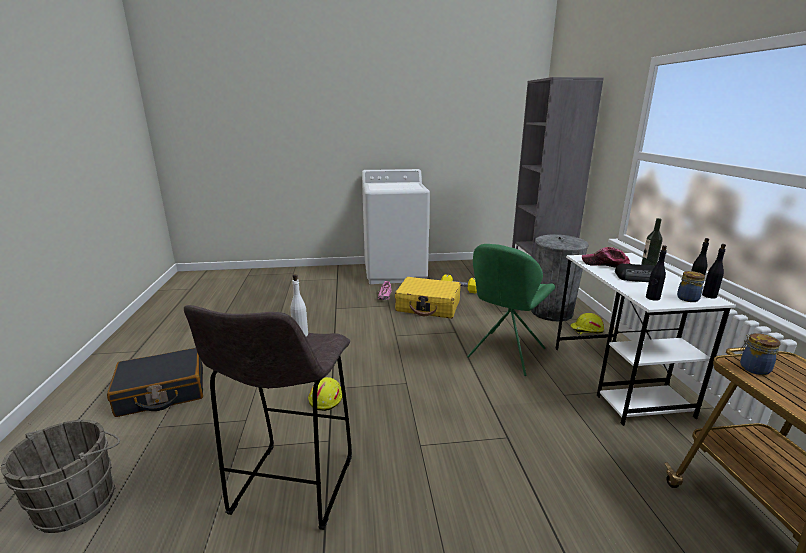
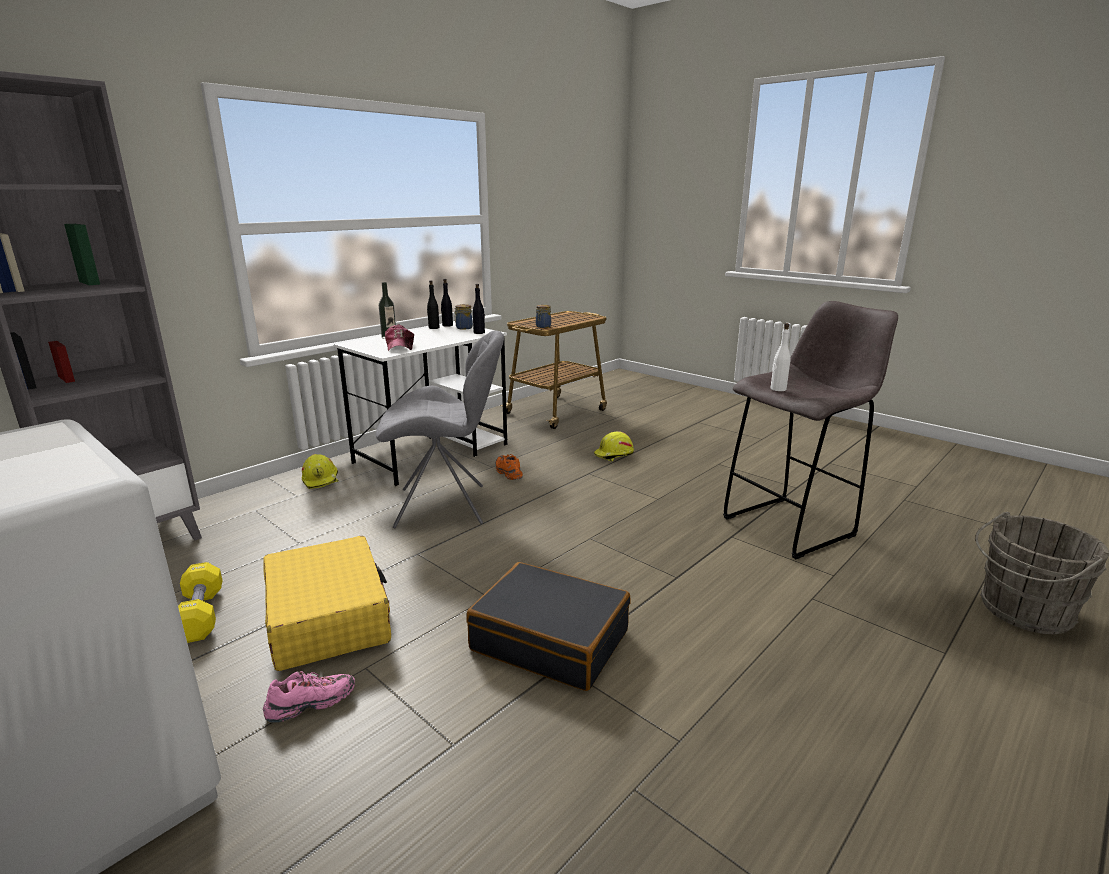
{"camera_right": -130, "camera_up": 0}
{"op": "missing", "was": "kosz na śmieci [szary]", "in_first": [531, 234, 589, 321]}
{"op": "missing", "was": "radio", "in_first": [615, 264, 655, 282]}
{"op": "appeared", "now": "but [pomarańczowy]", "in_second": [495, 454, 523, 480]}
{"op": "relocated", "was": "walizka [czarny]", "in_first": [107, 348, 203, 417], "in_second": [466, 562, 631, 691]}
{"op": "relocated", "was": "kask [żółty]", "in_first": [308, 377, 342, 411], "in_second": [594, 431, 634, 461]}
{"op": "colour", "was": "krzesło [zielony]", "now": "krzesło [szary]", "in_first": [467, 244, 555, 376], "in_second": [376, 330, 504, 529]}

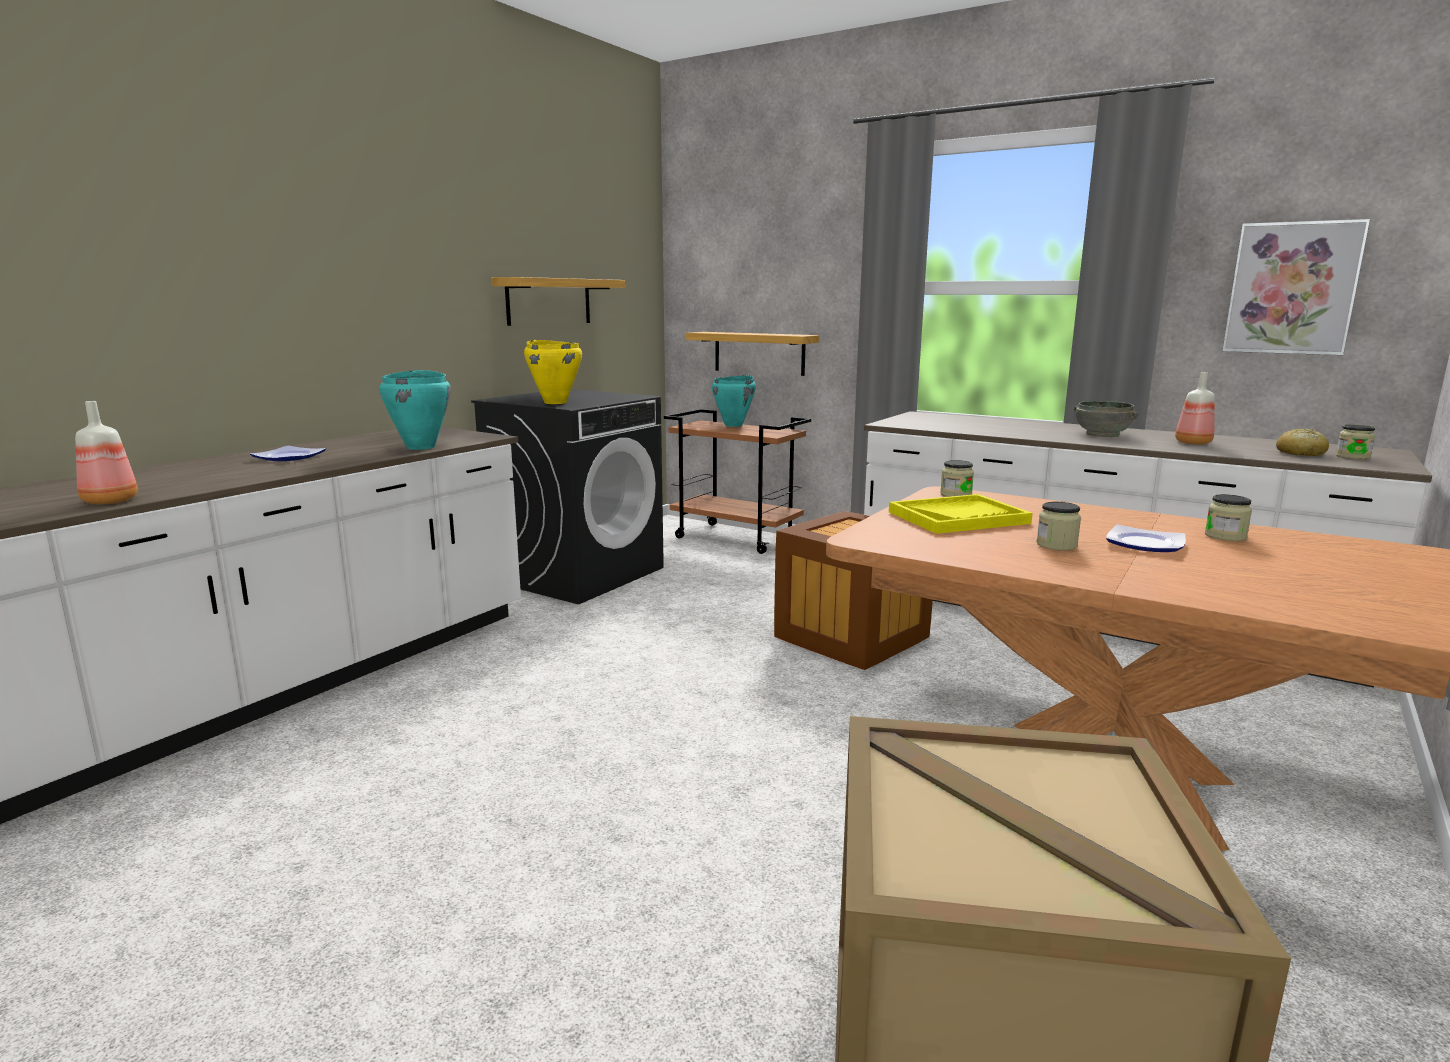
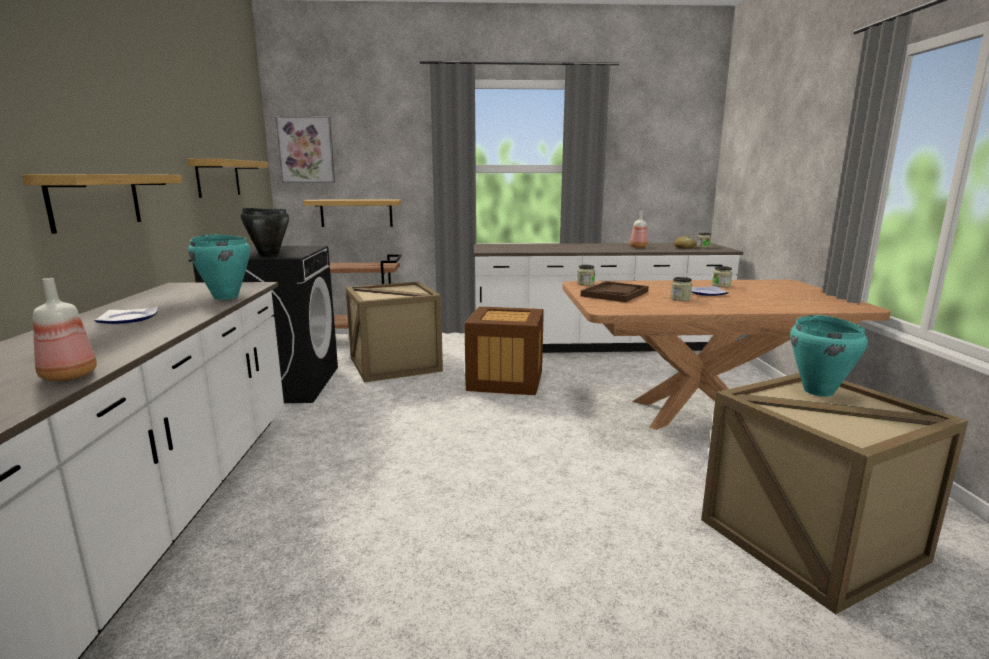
{"camera_right": -35, "camera_up": 0}
{"op": "missing", "was": "miska [szary]", "in_first": [1074, 401, 1138, 437]}
{"op": "appeared", "now": "półka", "in_second": [22, 174, 182, 234]}
{"op": "appeared", "now": "skrzynka", "in_second": [346, 281, 443, 383]}
{"op": "relocated", "was": "garnek [turkusowy]", "in_first": [712, 375, 756, 427], "in_second": [790, 315, 868, 397]}
{"op": "relocated", "was": "obraz", "in_first": [1222, 219, 1370, 355], "in_second": [275, 116, 335, 183]}
{"op": "colour", "was": "garnek [żółty]", "now": "garnek [czarny]", "in_first": [524, 340, 582, 404], "in_second": [241, 208, 289, 257]}
{"op": "colour", "was": "taca [żółty]", "now": "taca [brązowy]", "in_first": [889, 494, 1033, 534], "in_second": [581, 281, 649, 302]}

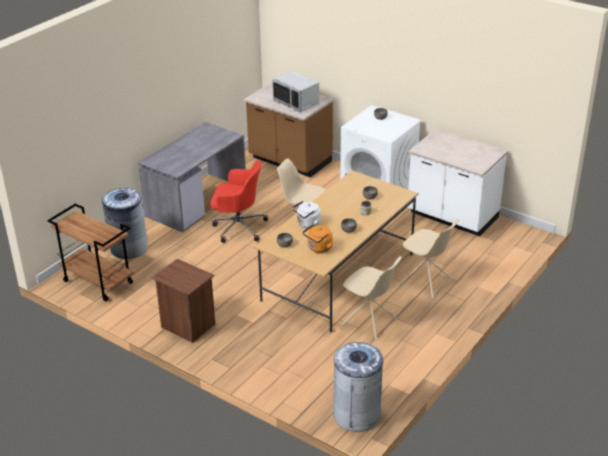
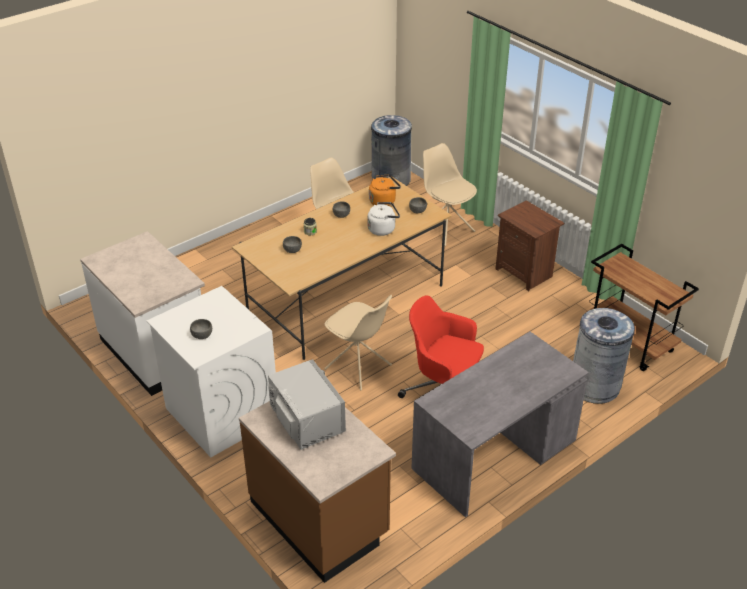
{"camera_right": -165, "camera_up": 5}
{"op": "relocated", "was": "krzesło [beżowy]", "in_first": [400, 218, 459, 298], "in_second": [423, 143, 477, 246]}

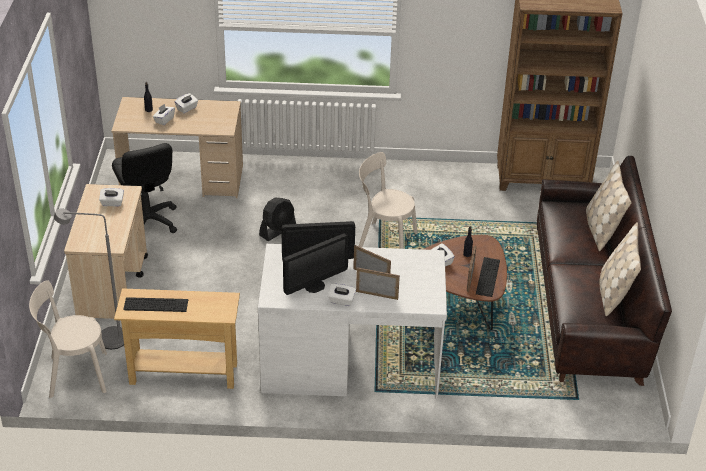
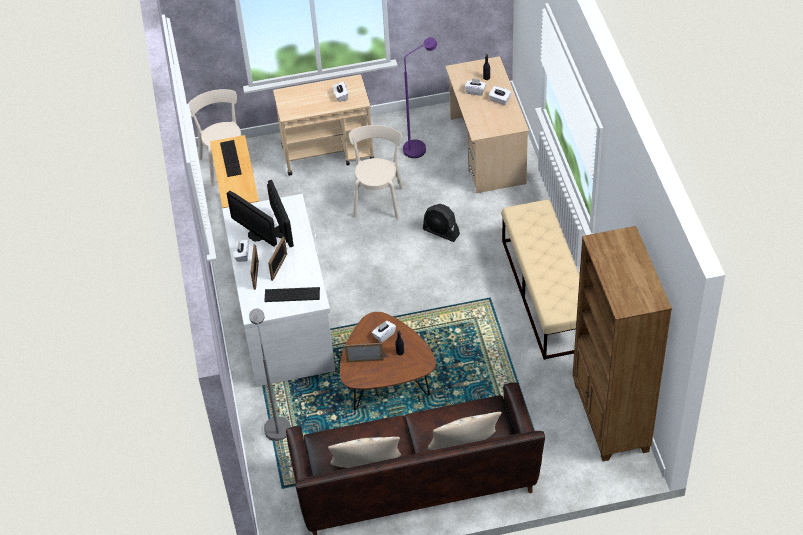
{"camera_right": 80, "camera_up": 10}
{"op": "appeared", "now": "ławka [beżowy]", "in_second": [501, 199, 580, 360]}
{"op": "relocated", "was": "lampa stojąca [szary]", "in_first": [54, 208, 124, 349], "in_second": [249, 309, 291, 441]}
{"op": "relocated", "was": "krzesło [beżowy]", "in_first": [359, 152, 418, 249], "in_second": [349, 125, 403, 219]}
{"op": "relocated", "was": "klawiatura", "in_first": [476, 257, 500, 297], "in_second": [264, 287, 320, 302]}
{"op": "exchanged", "was": "krzesło biurowe [czarny]", "now": "lampa stojąca [fioletowy]", "in_first": [112, 143, 177, 233], "in_second": [403, 37, 437, 158]}

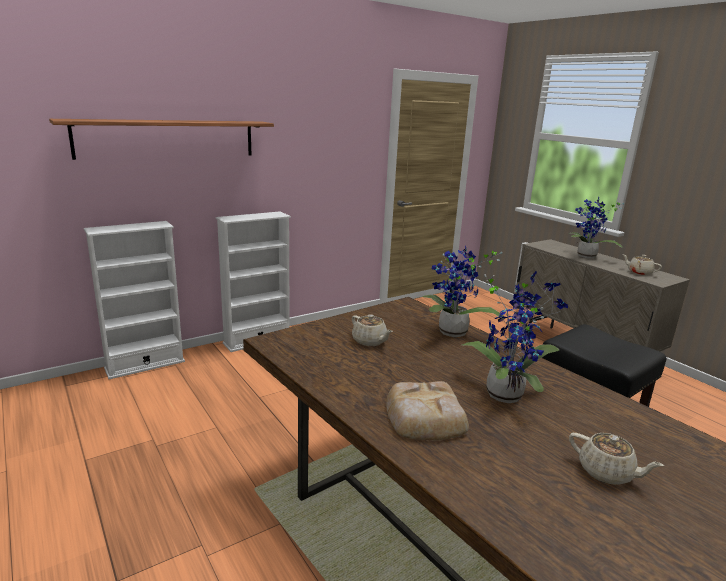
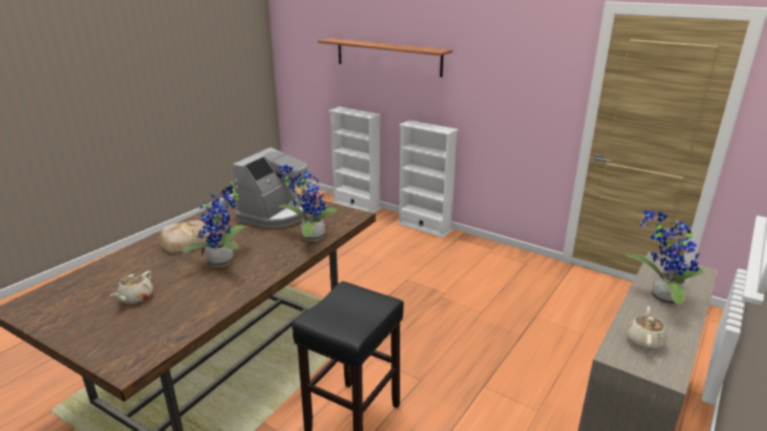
{"camera_right": 70, "camera_up": 5}
{"op": "exchanged", "was": "imbryk [beżowy]", "now": "ekspres do kawy", "in_first": [352, 314, 393, 346], "in_second": [232, 147, 310, 228]}

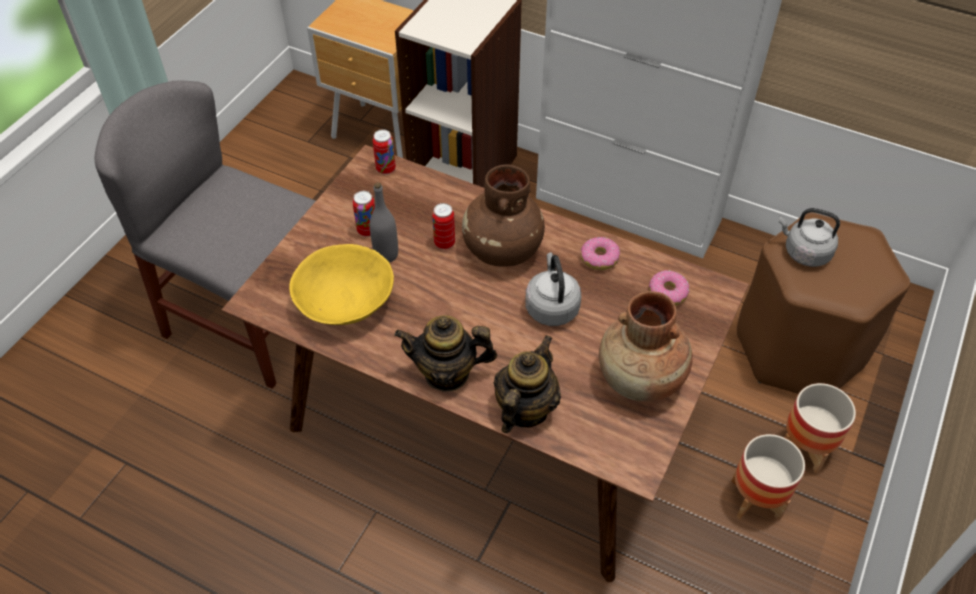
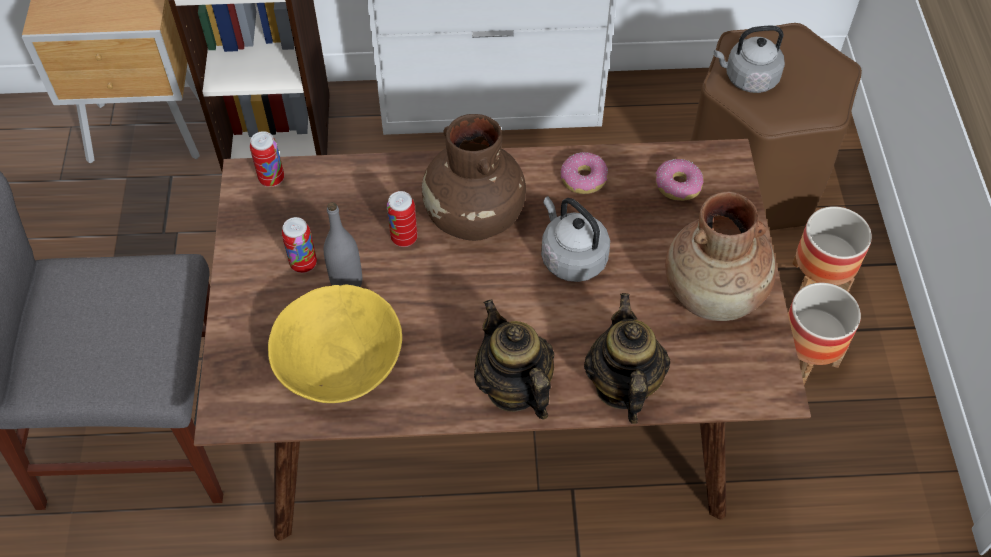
{"camera_right": -30, "camera_up": 5}
{"op": "spun", "was": "imbryk", "in_first": [394, 316, 497, 391], "in_second": [474, 300, 554, 420], "clockwise": 90}

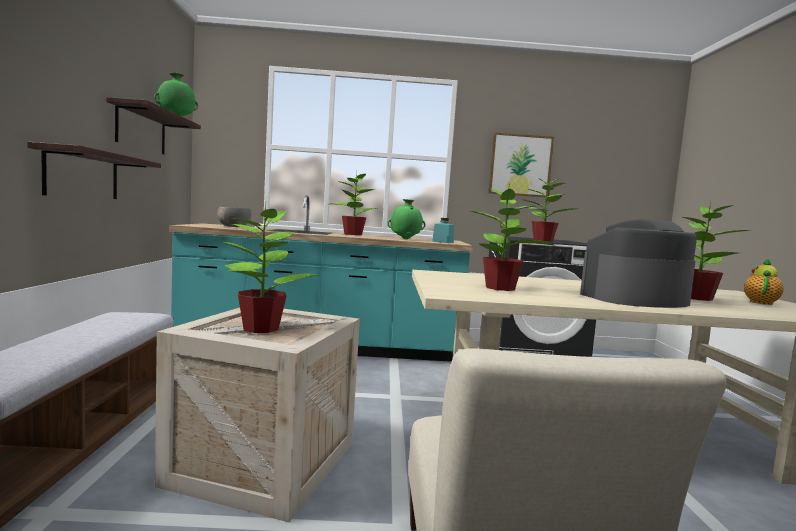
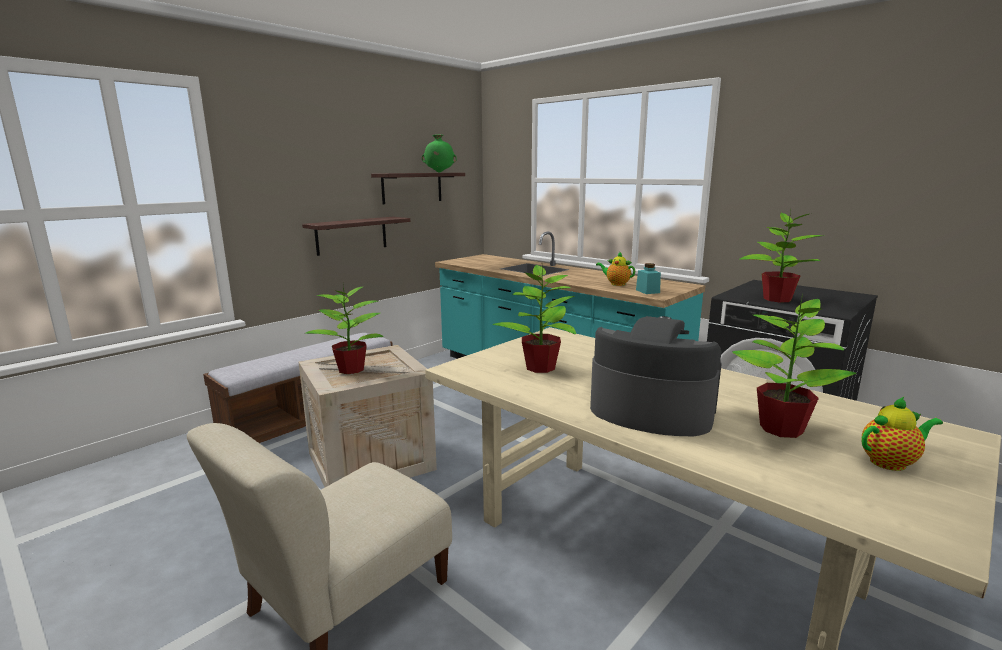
{"camera_right": 45, "camera_up": 10}
{"op": "missing", "was": "miska [szary]", "in_first": [217, 206, 251, 227]}
{"op": "missing", "was": "roślina doniczkowa", "in_first": [330, 174, 377, 235]}
{"op": "missing", "was": "obraz", "in_first": [488, 132, 554, 198]}
{"op": "exchanged", "was": "wazon [zielony]", "now": "imbryk", "in_first": [387, 199, 426, 239], "in_second": [596, 251, 635, 286]}

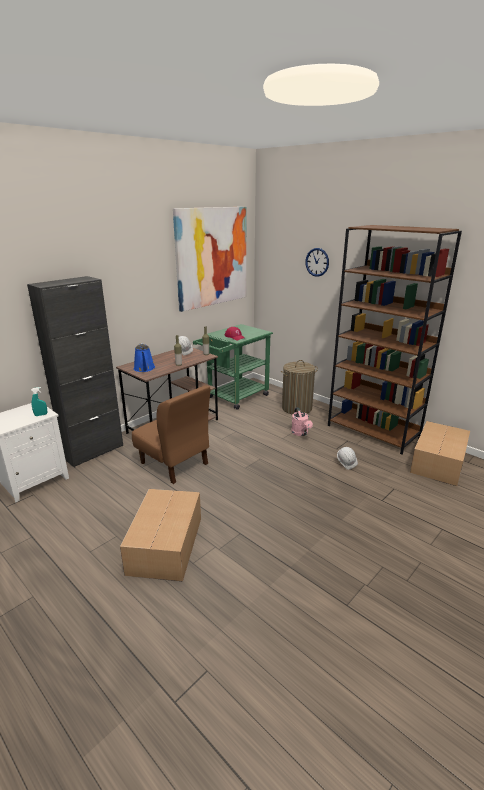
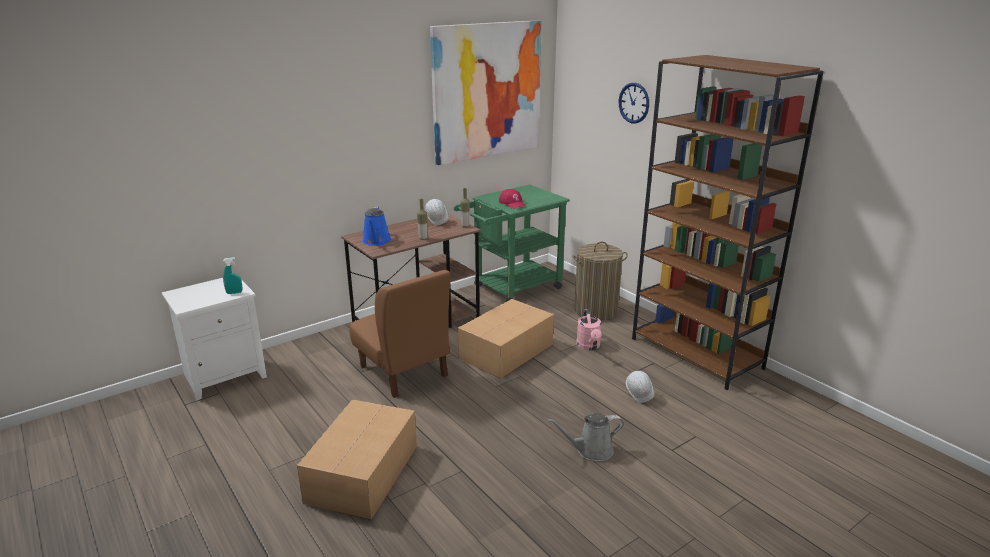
{"camera_right": 10, "camera_up": 0}
{"op": "missing", "was": "szafka [czarny]", "in_first": [27, 276, 123, 468]}
{"op": "appeared", "now": "konewka [szary]", "in_second": [548, 413, 623, 461]}
{"op": "relocated", "was": "karton", "in_first": [410, 421, 470, 486], "in_second": [458, 299, 554, 379]}

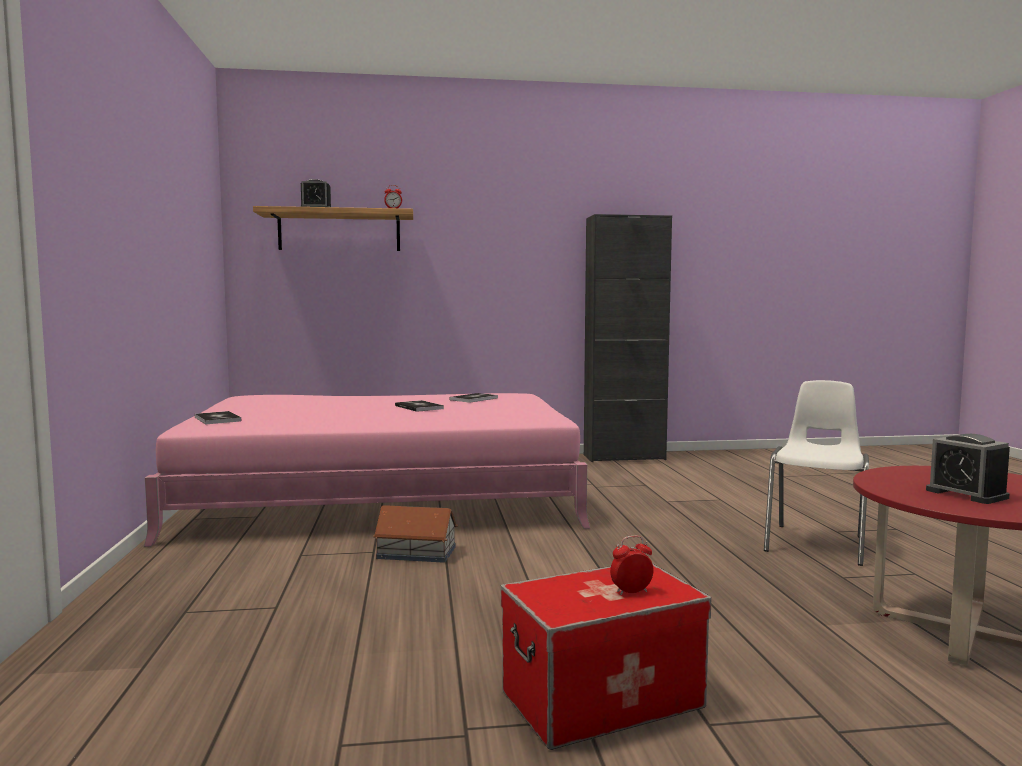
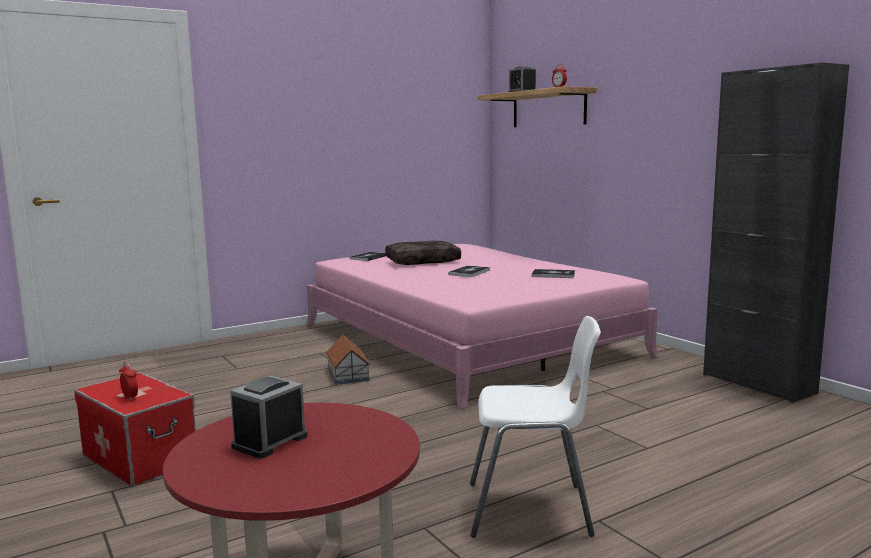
{"camera_right": 65, "camera_up": 5}
{"op": "appeared", "now": "poduszka [brązowy]", "in_second": [385, 241, 461, 265]}

